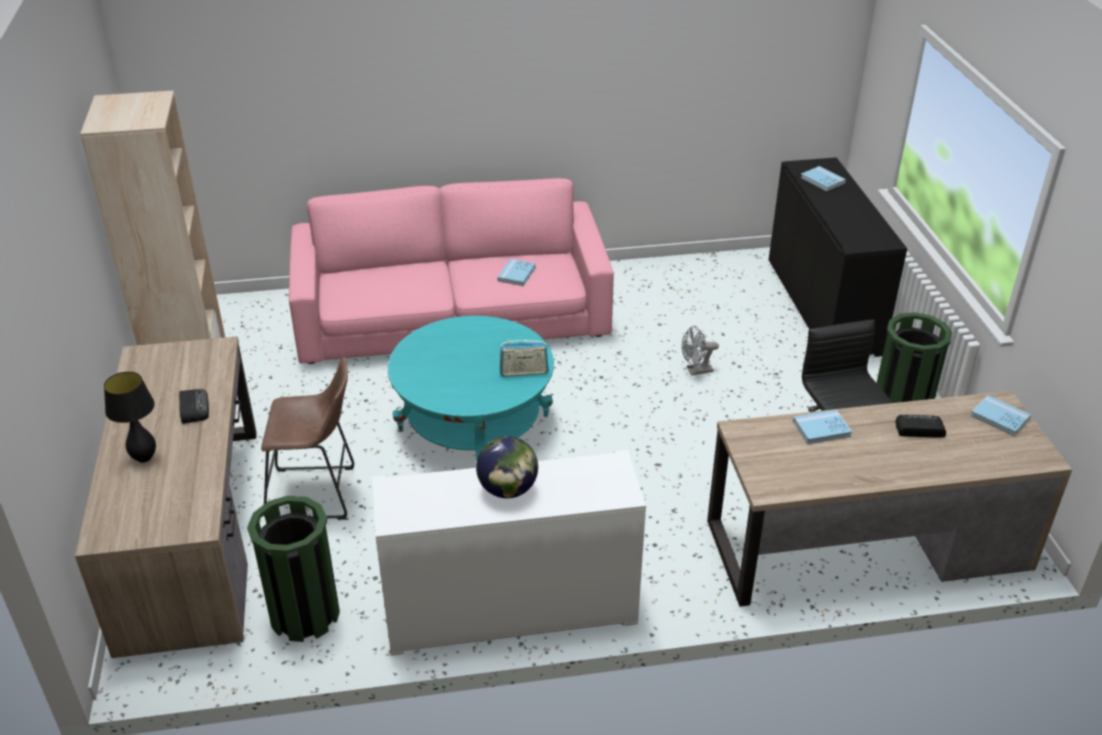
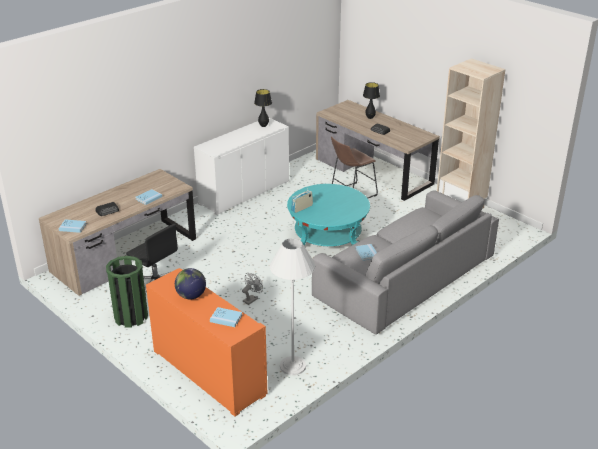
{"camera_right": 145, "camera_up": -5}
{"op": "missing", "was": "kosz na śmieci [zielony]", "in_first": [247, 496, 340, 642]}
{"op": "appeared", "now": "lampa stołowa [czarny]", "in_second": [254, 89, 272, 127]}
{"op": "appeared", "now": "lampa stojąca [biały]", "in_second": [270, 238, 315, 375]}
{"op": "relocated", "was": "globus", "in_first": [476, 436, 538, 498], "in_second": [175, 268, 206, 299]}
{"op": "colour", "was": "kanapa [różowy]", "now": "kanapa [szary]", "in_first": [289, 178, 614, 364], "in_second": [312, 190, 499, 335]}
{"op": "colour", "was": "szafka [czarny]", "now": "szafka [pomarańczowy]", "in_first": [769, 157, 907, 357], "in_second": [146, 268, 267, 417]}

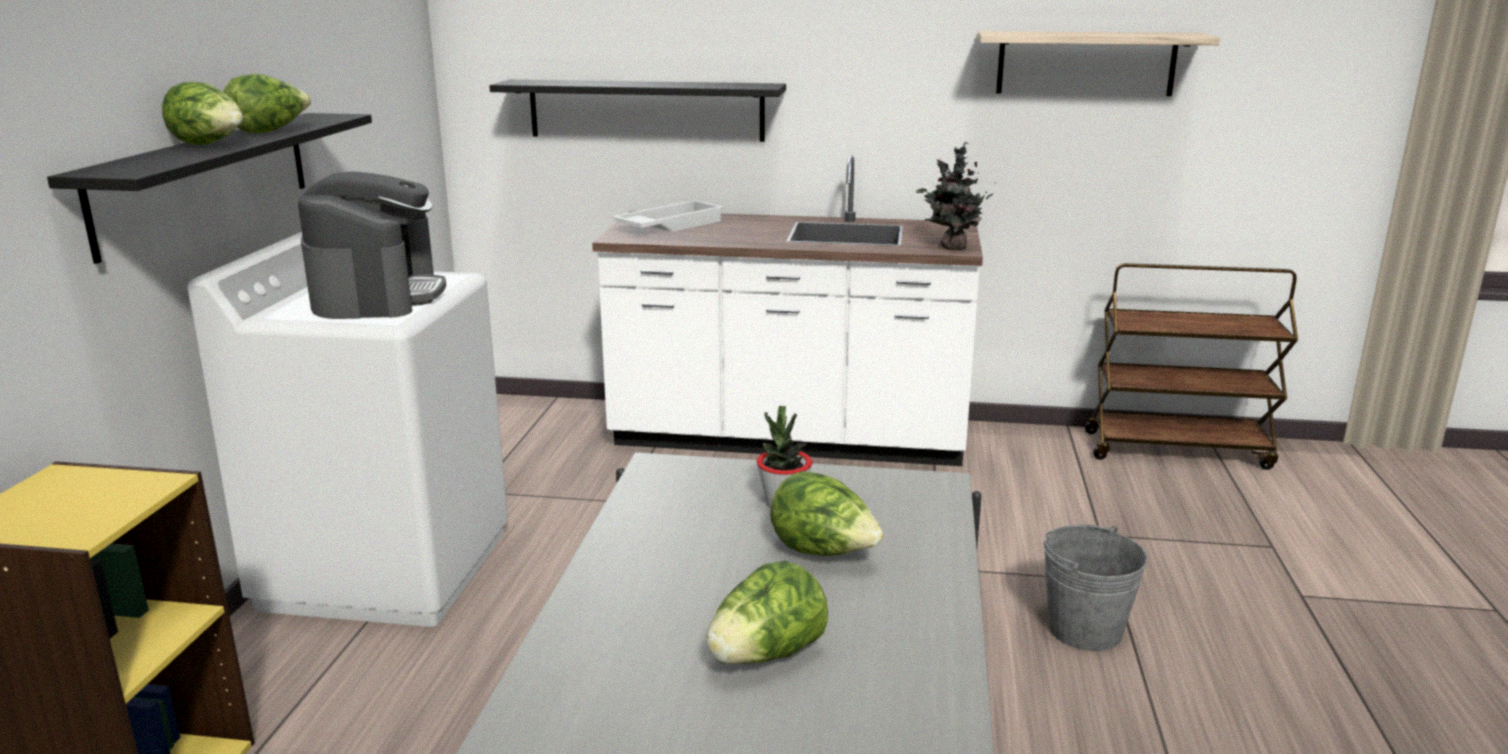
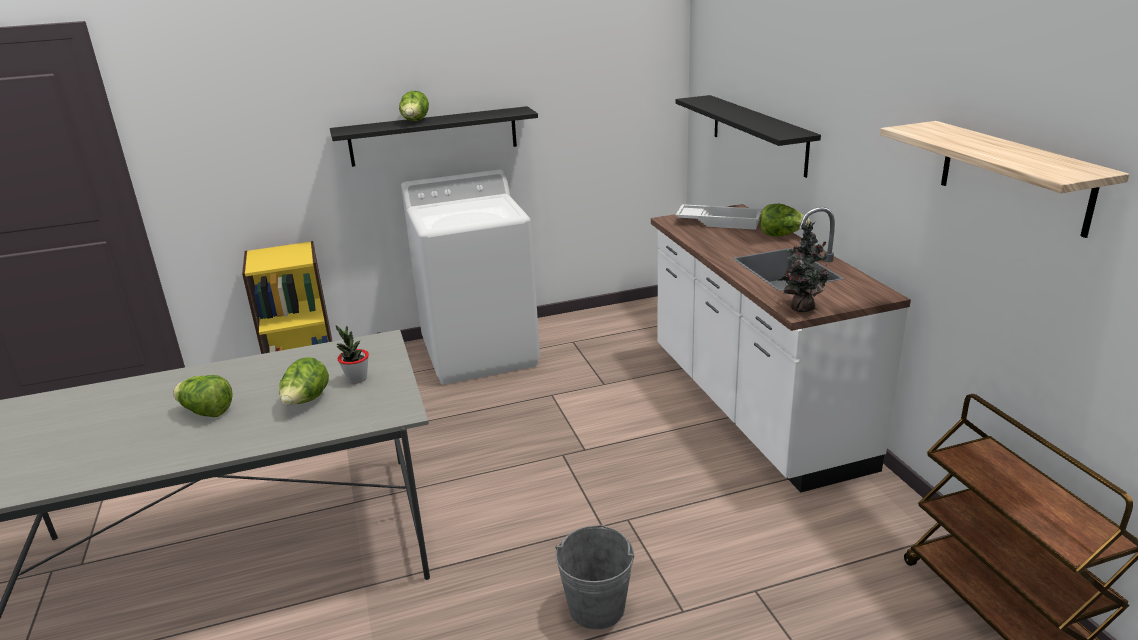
{"camera_right": 65, "camera_up": 5}
{"op": "missing", "was": "ekspres do kawy", "in_first": [298, 171, 446, 319]}
{"op": "relocated", "was": "sałata", "in_first": [223, 74, 311, 133], "in_second": [760, 204, 810, 237]}

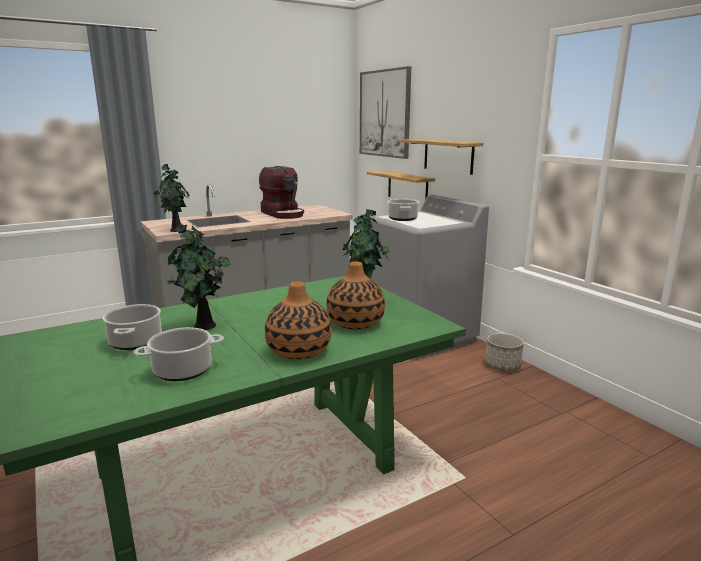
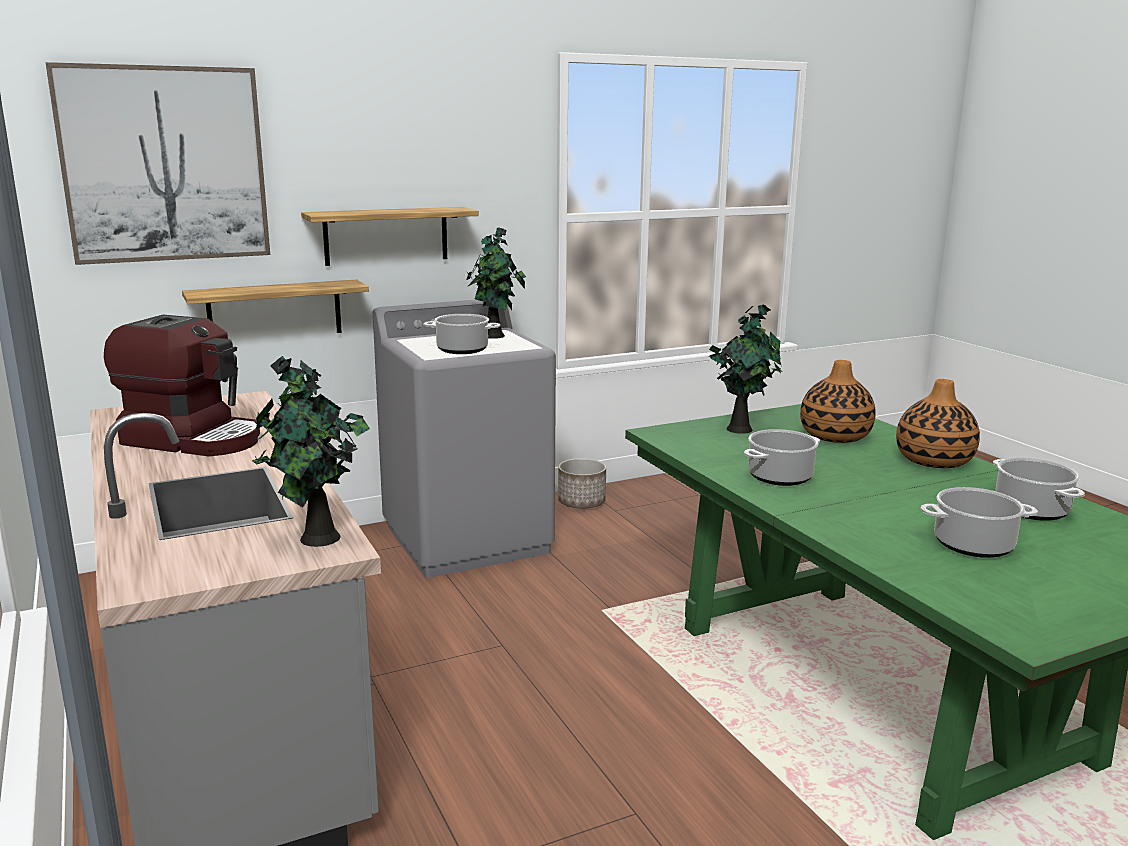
{"camera_right": -85, "camera_up": 0}
{"op": "appeared", "now": "garnek", "in_second": [744, 429, 820, 486]}
{"op": "relocated", "was": "roślina doniczkowa", "in_first": [166, 223, 231, 330], "in_second": [466, 227, 526, 339]}
{"op": "spun", "was": "ekspres do kawy", "in_first": [259, 166, 304, 219], "in_second": [104, 315, 260, 457], "clockwise": 45}

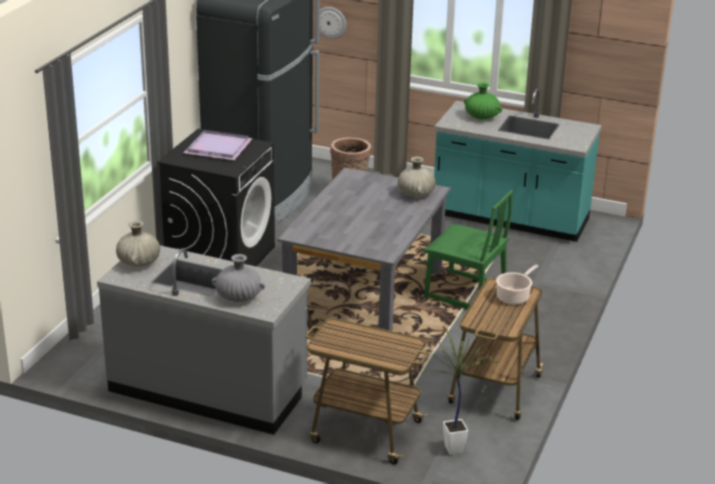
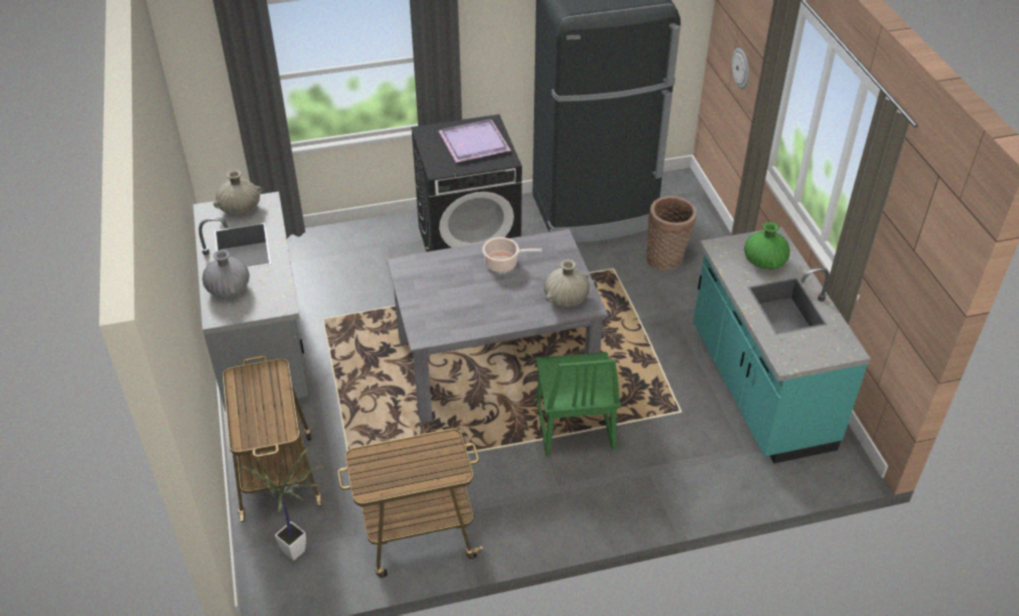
{"camera_right": 55, "camera_up": 15}
{"op": "relocated", "was": "garnek", "in_first": [496, 265, 538, 305], "in_second": [482, 237, 542, 272]}

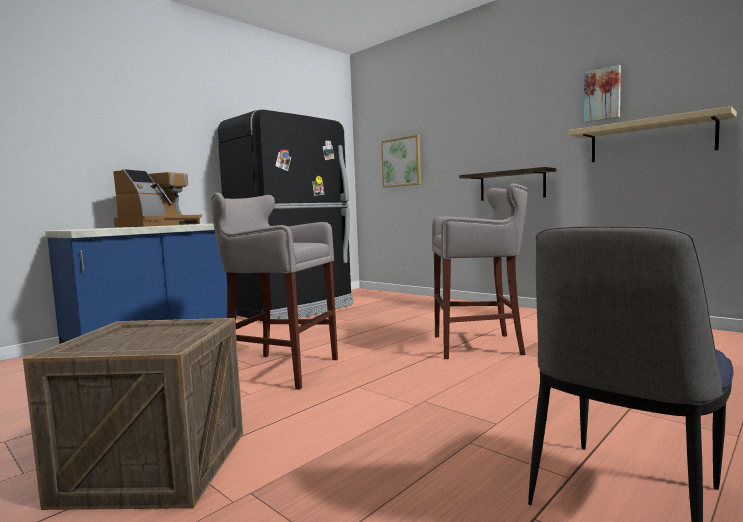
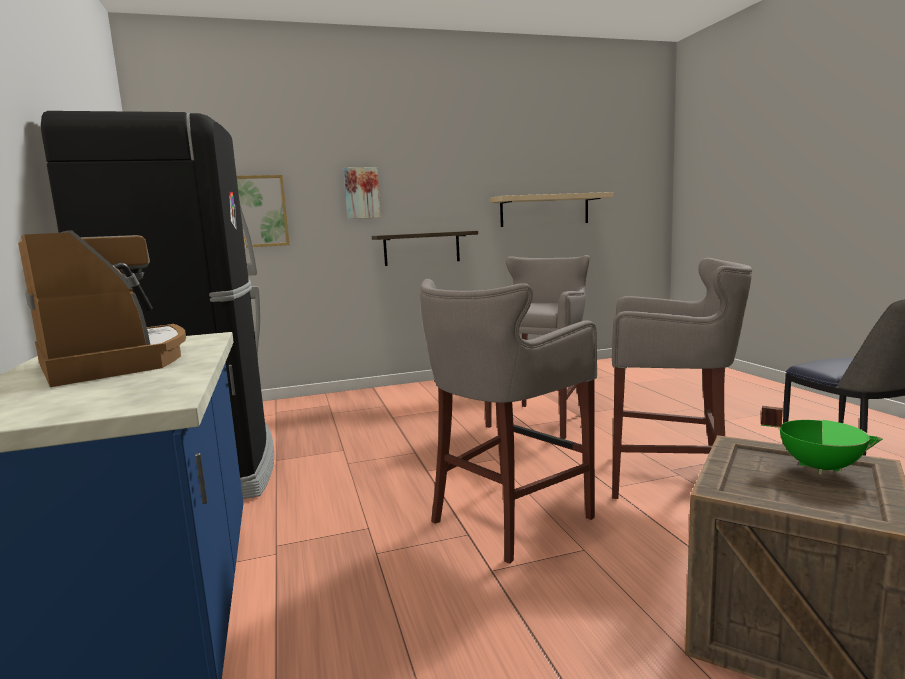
{"camera_right": -60, "camera_up": 5}
{"op": "appeared", "now": "stołek [szary]", "in_second": [612, 258, 752, 499]}
{"op": "appeared", "now": "garnek [zielony]", "in_second": [761, 406, 883, 475]}
{"op": "relocated", "was": "obraz", "in_first": [584, 65, 621, 122], "in_second": [344, 167, 381, 219]}

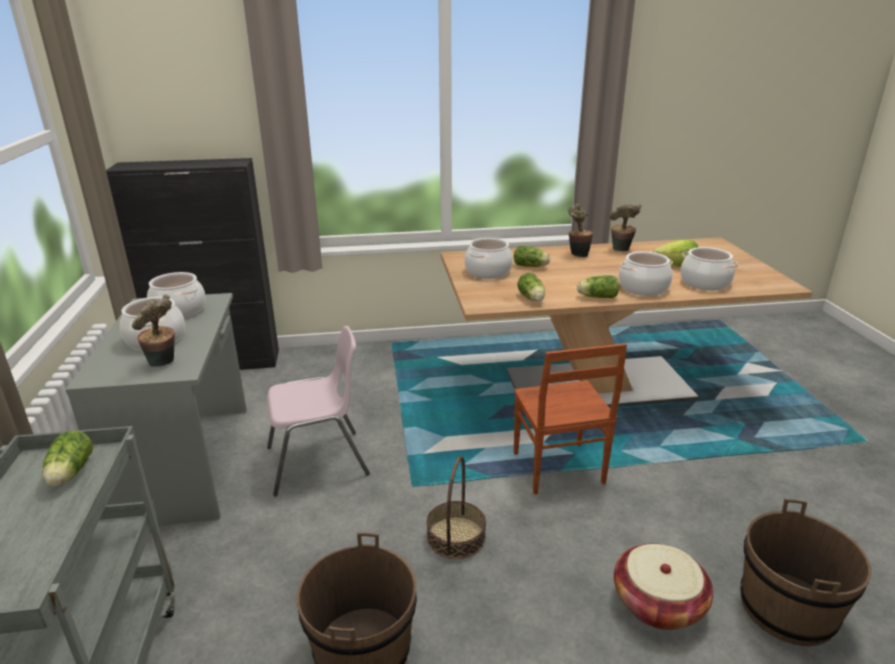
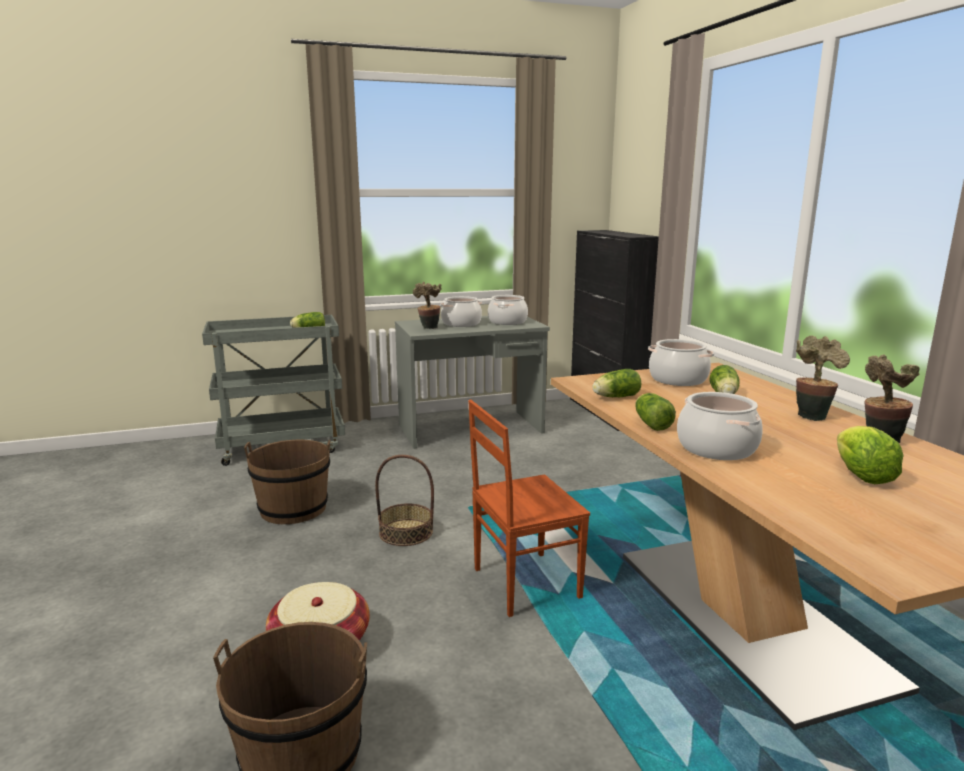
{"camera_right": 80, "camera_up": -10}
{"op": "missing", "was": "krzesło [różowy]", "in_first": [267, 326, 370, 497]}
{"op": "missing", "was": "garnek", "in_first": [680, 247, 738, 291]}

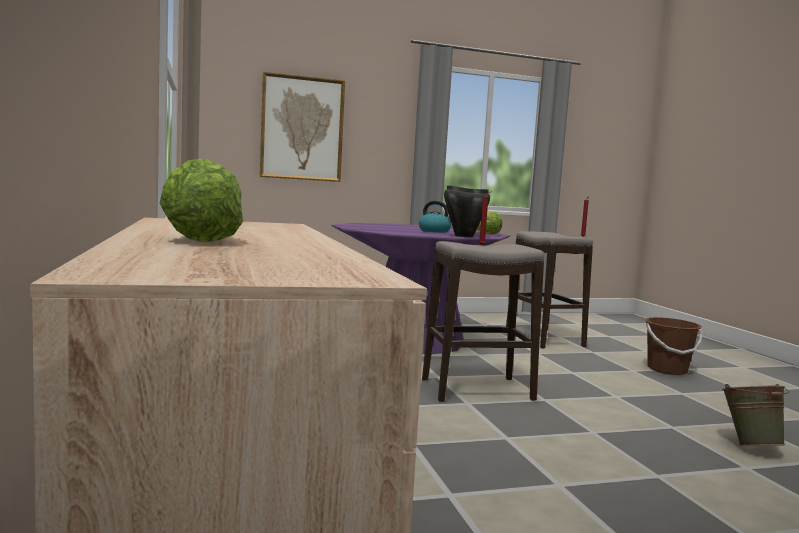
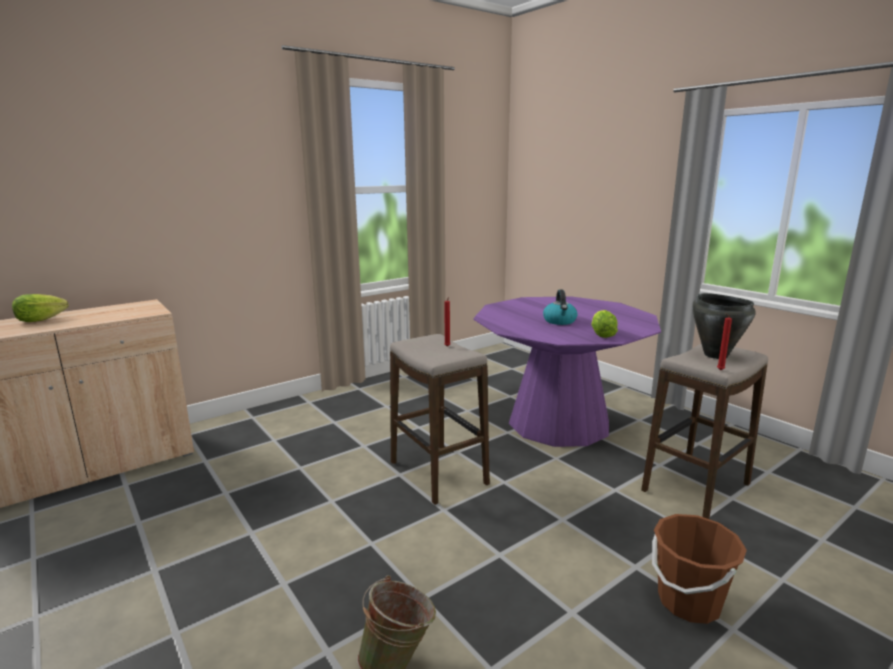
{"camera_right": 70, "camera_up": 10}
{"op": "missing", "was": "obraz", "in_first": [260, 72, 345, 182]}
{"op": "relocated", "was": "garnek [czarny]", "in_first": [444, 185, 490, 237], "in_second": [692, 293, 756, 359]}

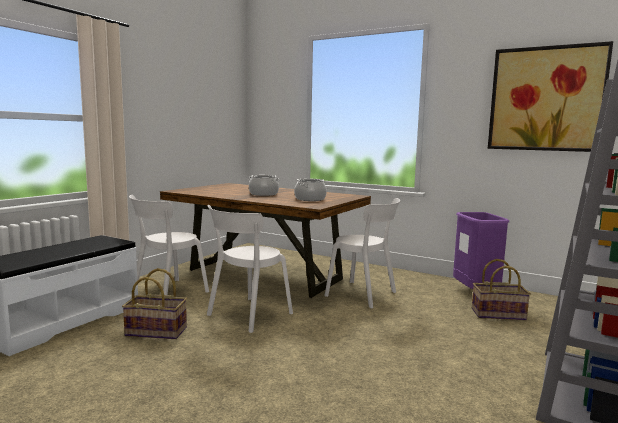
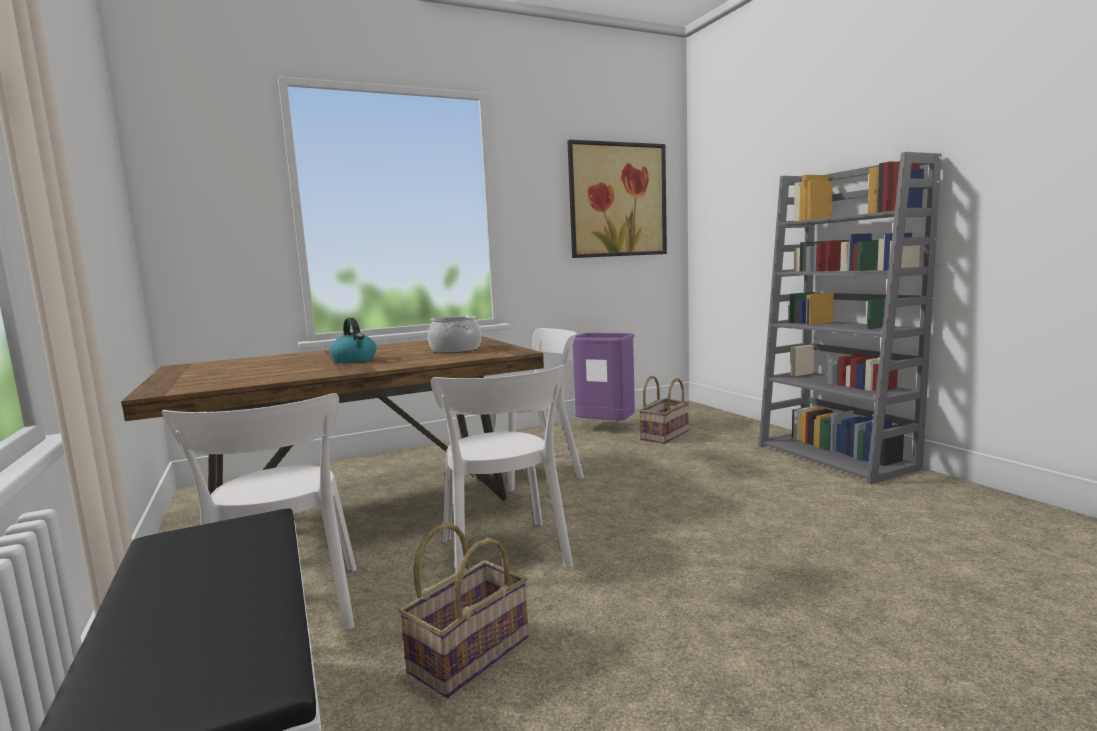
{"camera_right": -55, "camera_up": 0}
{"op": "exchanged", "was": "garnek", "now": "czajnik", "in_first": [248, 175, 280, 196], "in_second": [330, 318, 376, 363]}

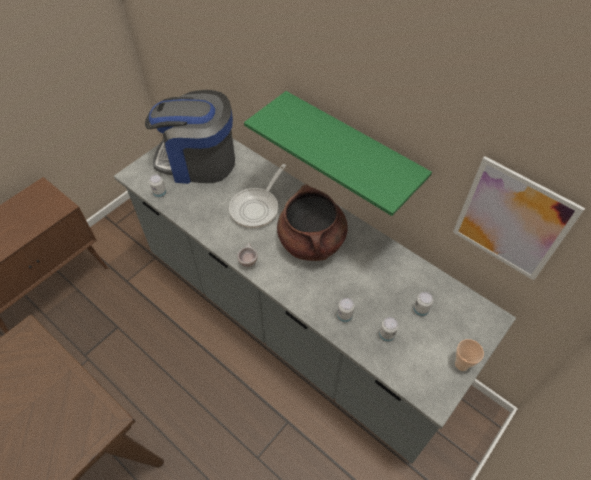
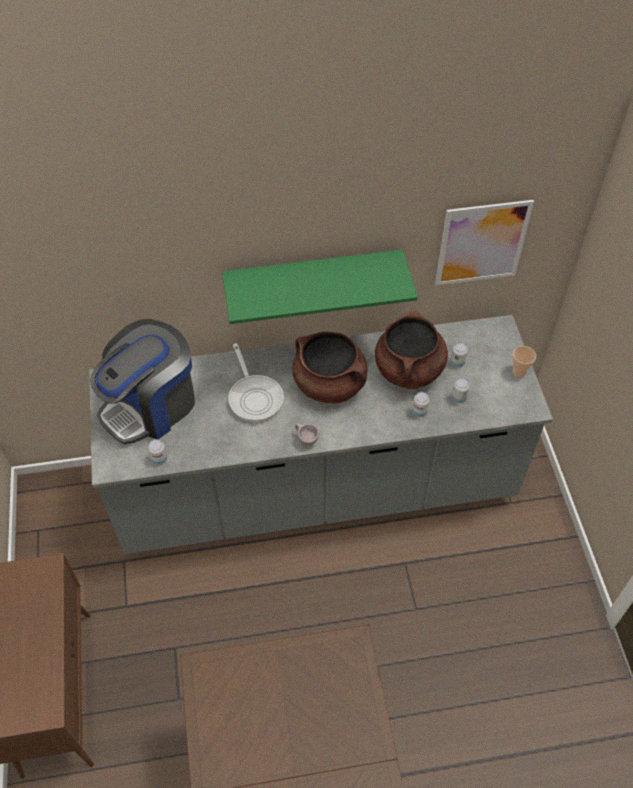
{"camera_right": -50, "camera_up": 0}
{"op": "appeared", "now": "garnek [brązowy]", "in_second": [375, 309, 448, 389]}

